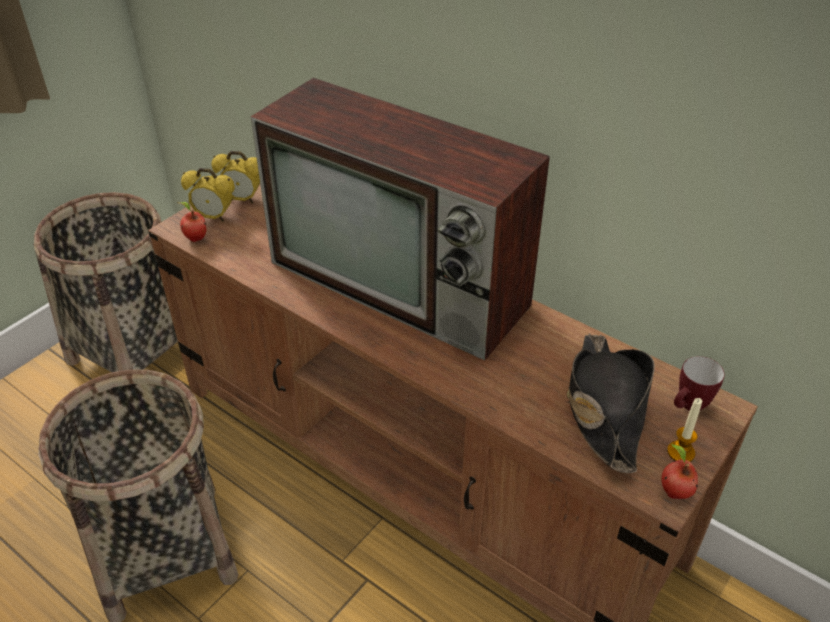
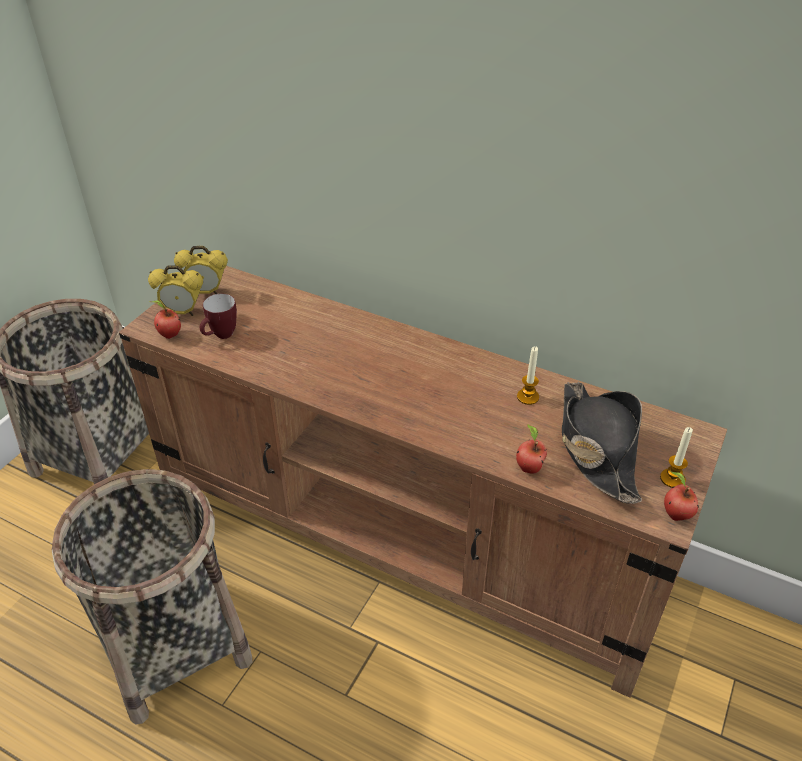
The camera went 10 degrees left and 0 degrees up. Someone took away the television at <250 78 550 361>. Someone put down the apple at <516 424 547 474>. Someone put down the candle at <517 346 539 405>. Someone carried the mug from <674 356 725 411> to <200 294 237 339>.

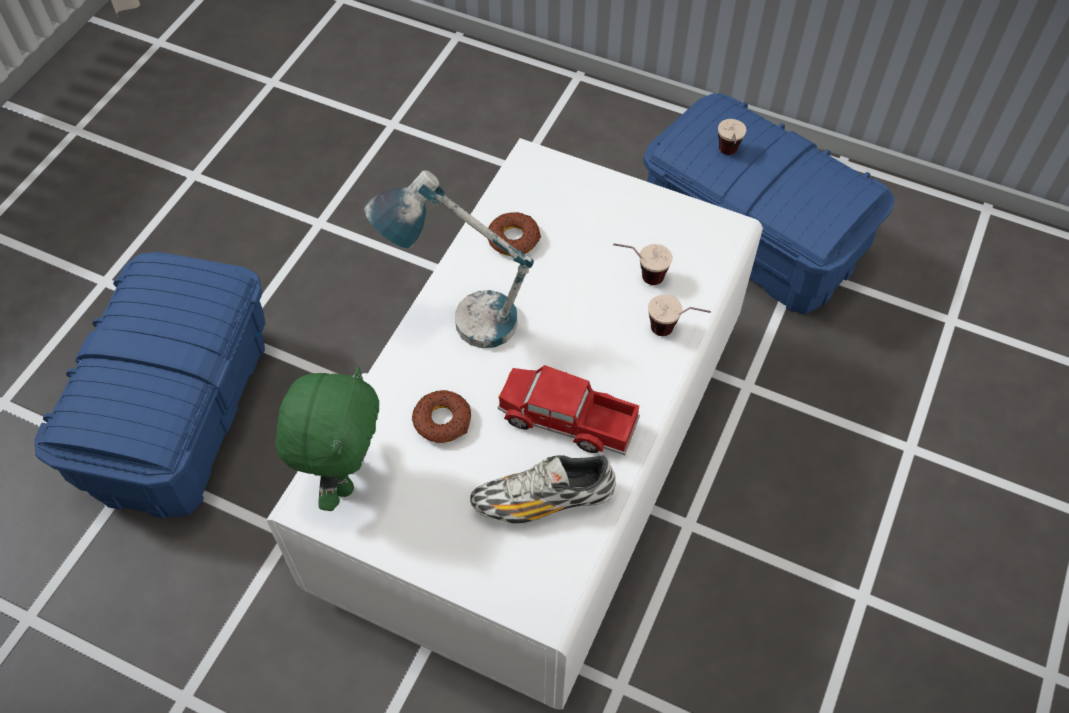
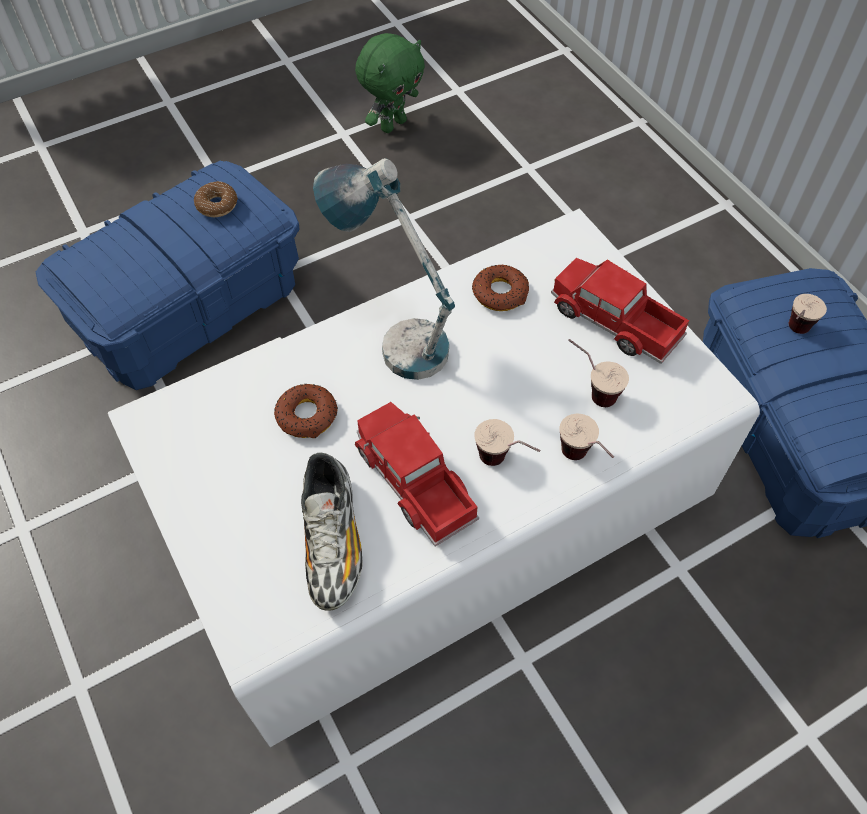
The camera went 35 degrees right and 0 degrees up. Someone put down the donut at <194 181 238 217>. Someone put down the cup at <474 419 540 466>. Someone put down the toy truck at <551 258 689 364>. Someone carried the green plush toy from <276 366 379 511> to <355 33 425 133>. Someone rotated the shoe at <470 455 616 524> by 120 degrees counterclockwise.

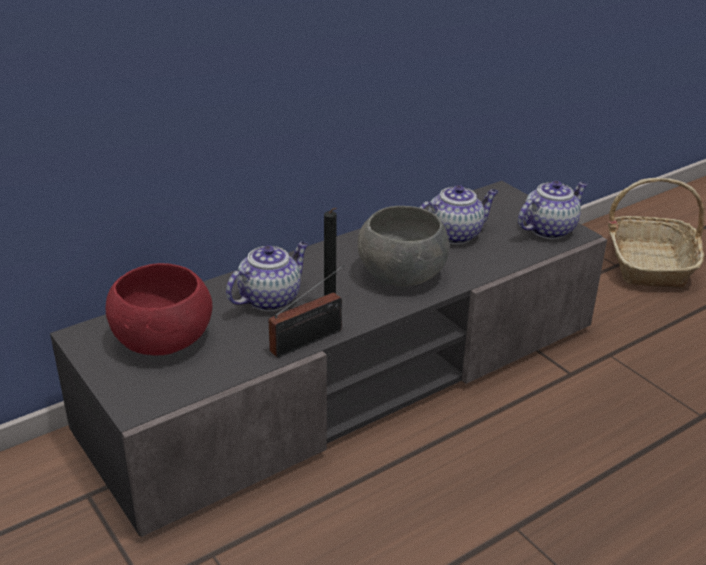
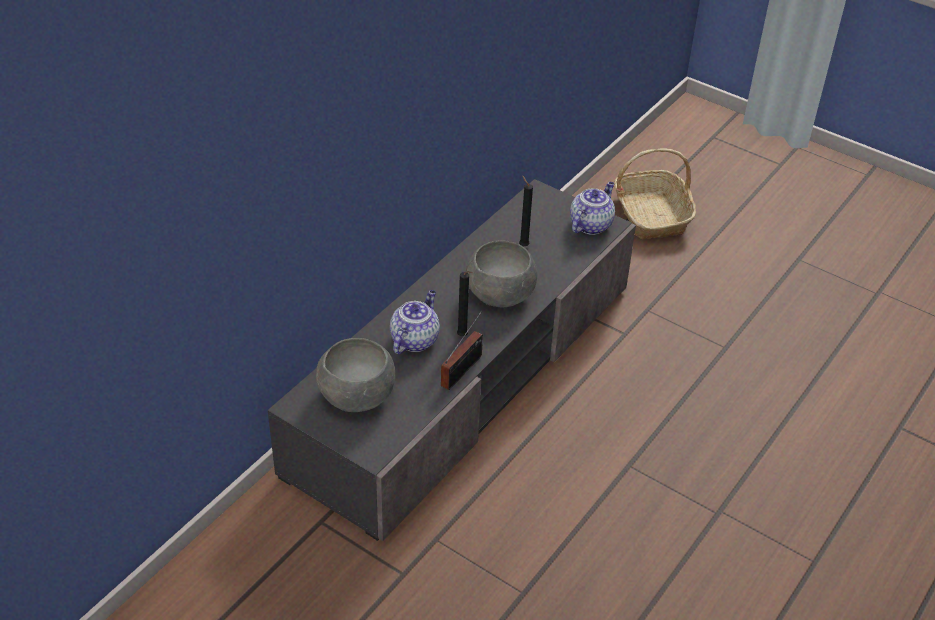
The camera went 20 degrees left and 10 degrees up. Someone swapped the teapot at <419 185 498 244> for the black candle at <519 175 533 246>. Someone repainted the red bowl at <106 263 212 355>, which became the grey bowl at <316 338 395 412>.

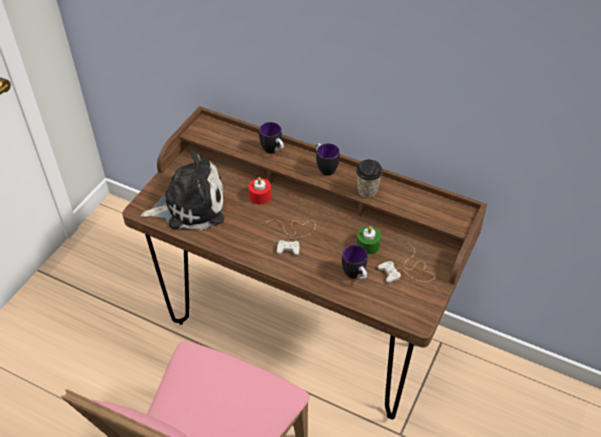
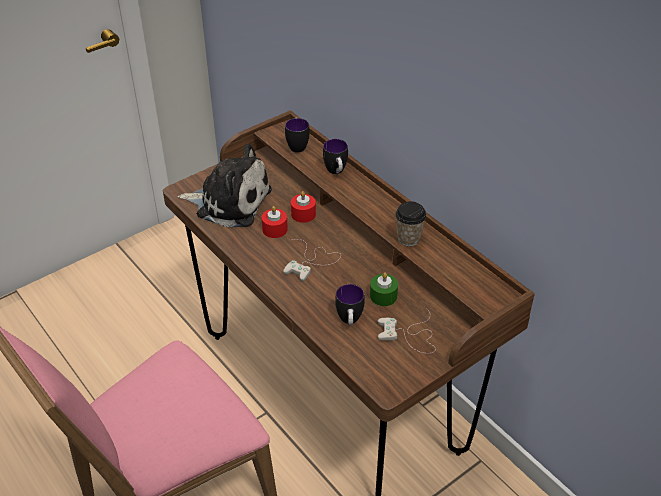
The camera went 25 degrees right and 5 degrees down. Someone put down the red candle at <262 206 288 238>. Someone carried the mug from <316 143 340 176> to <285 118 309 153>.

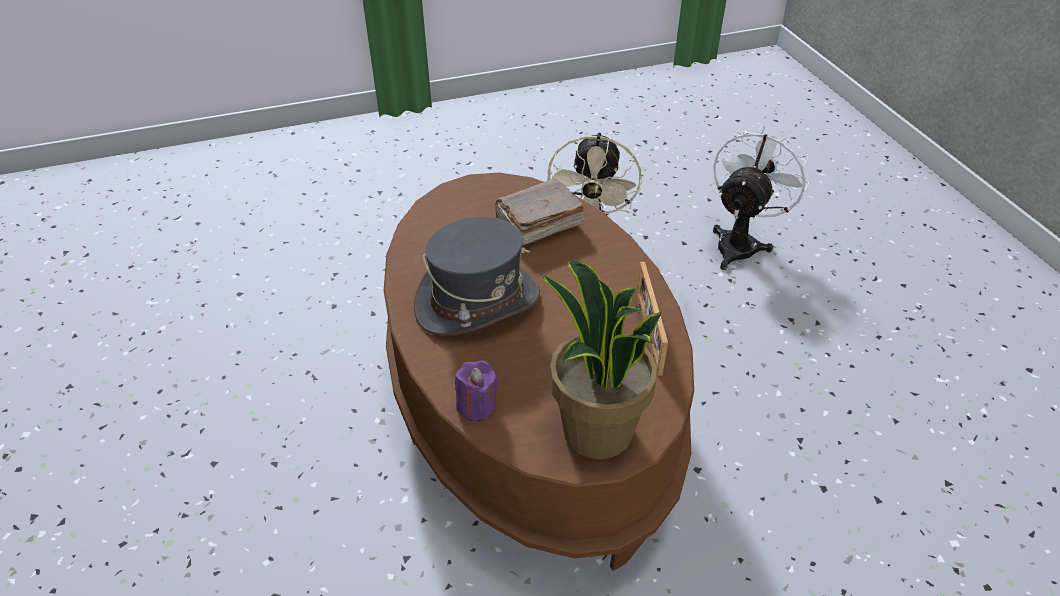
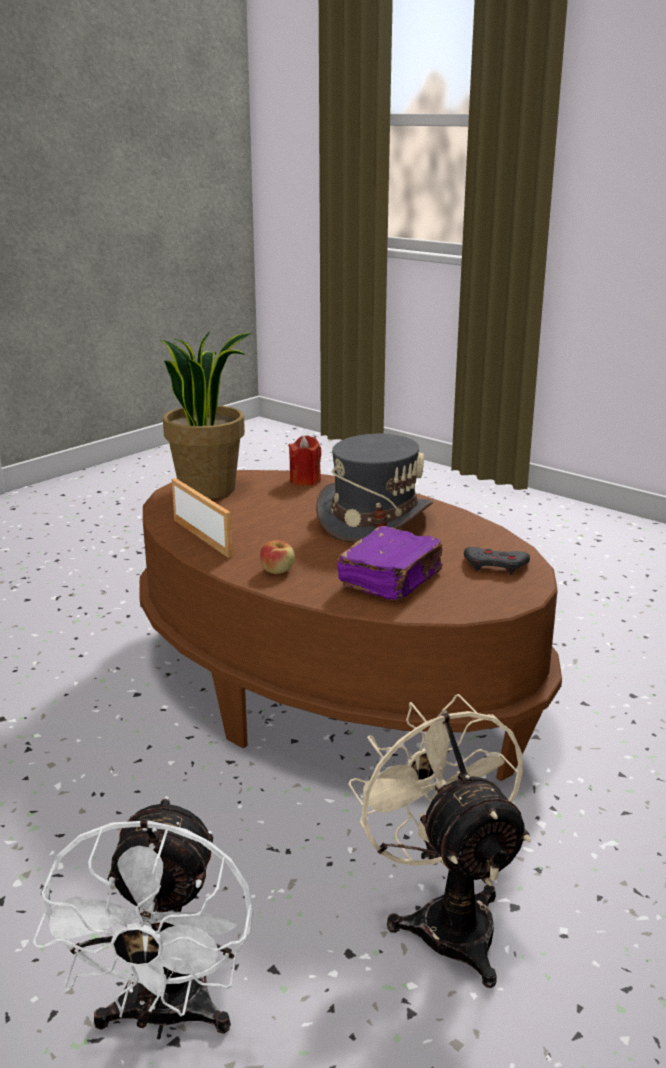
The camera went 150 degrees right and 20 degrees down. Someone put down the apple at <260 540 295 574>. Someone put down the grey game controller at <464 547 530 575>. Someone repainted the purple candle at <455 360 499 421>, which became the red candle at <288 436 321 486>. Someone repainted the brown book at <494 179 585 246>, which became the purple book at <337 526 443 600>.

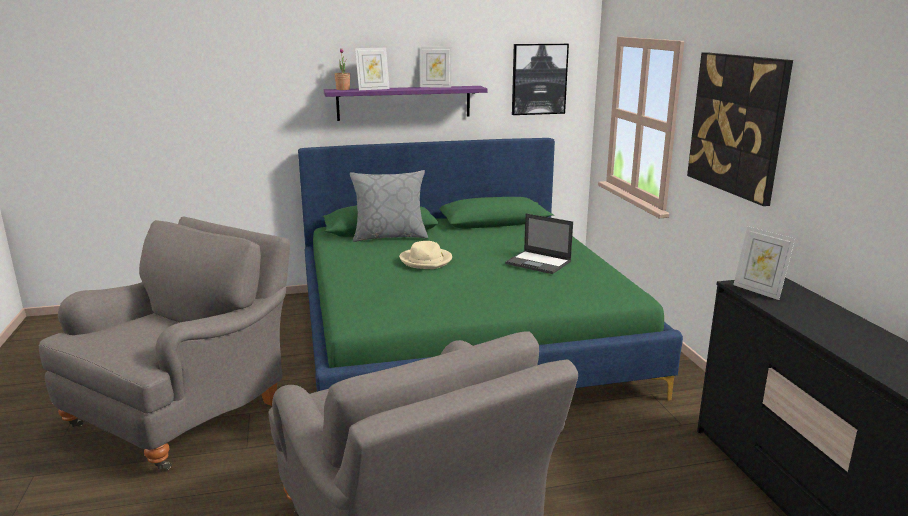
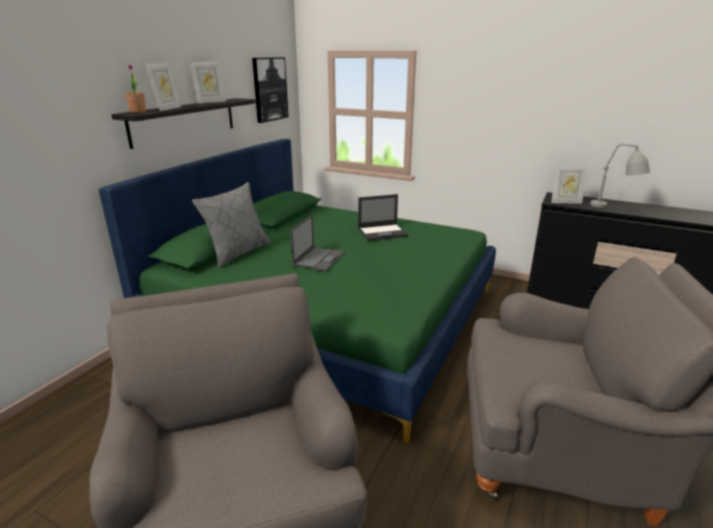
The camera went 50 degrees left and 5 degrees up. Someone took away the picture at <687 52 793 206>. Someone put down the grey table lamp at <590 144 650 208>. Someone swapped the beige hat at <399 241 452 269> for the laptop at <290 215 344 271>. Someone repainted the purple shelf at <324 86 488 121>, which became the black shelf at <111 98 256 149>.

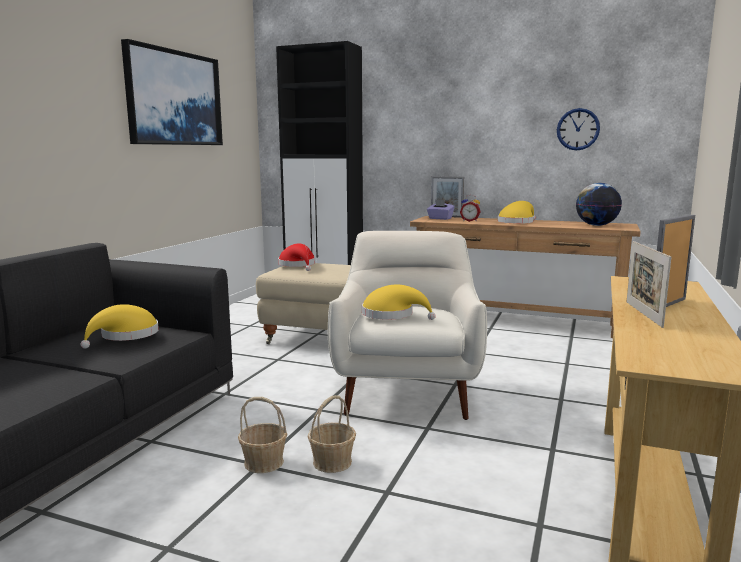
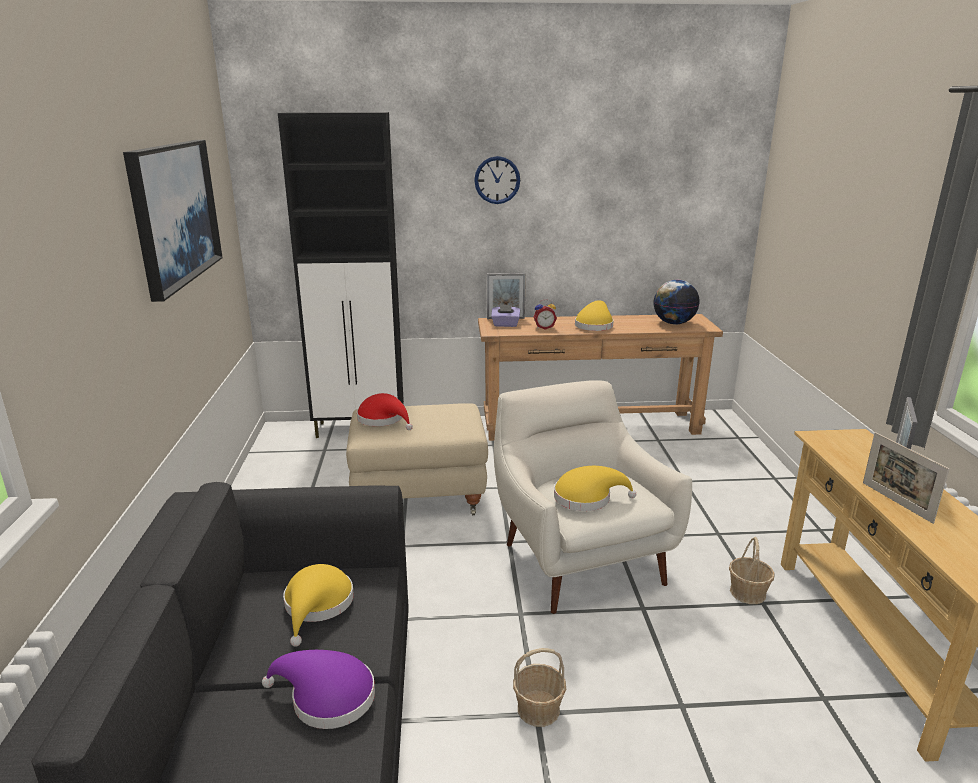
The camera went 25 degrees left and 10 degrees up. Someone put down the purple hat at <262 650 375 729>. Someone carried the basket from <307 395 356 473> to <729 537 775 604>. Someone carried the wall clock from <557 108 600 151> to <474 156 520 204>.

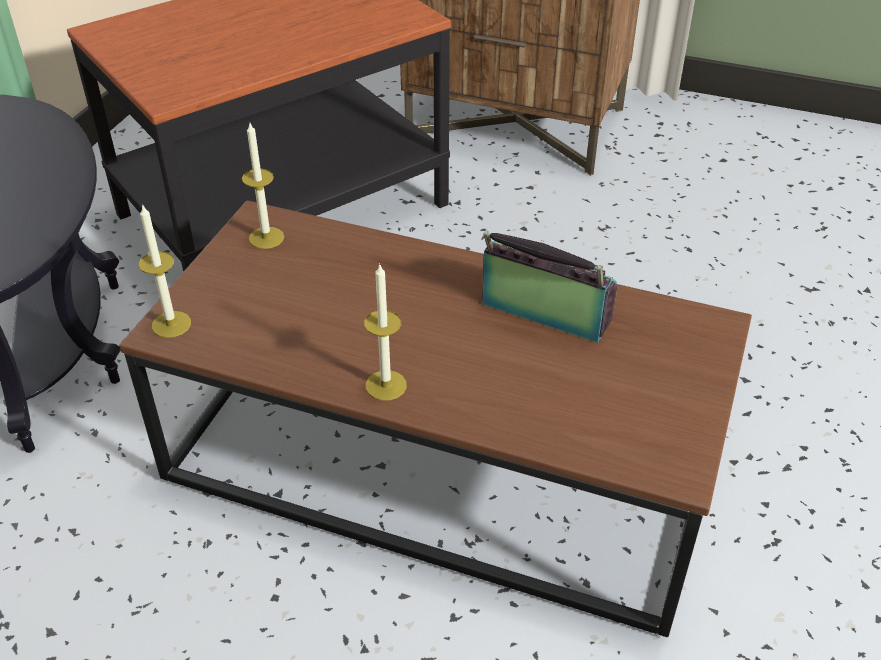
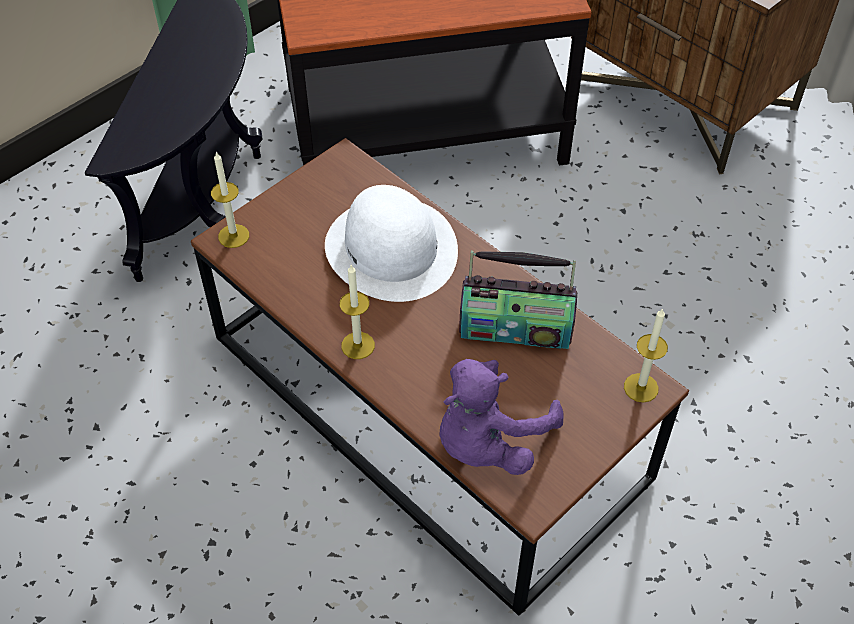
The camera went 25 degrees right and 10 degrees up. Someone put down the white hat at <325 185 458 302>. Someone put down the purple plush toy at <440 359 563 475>. Someone carried the candle from <242 123 284 249> to <624 308 668 402>. Someone rotated the radio at <482 230 618 343> by 135 degrees clockwise.

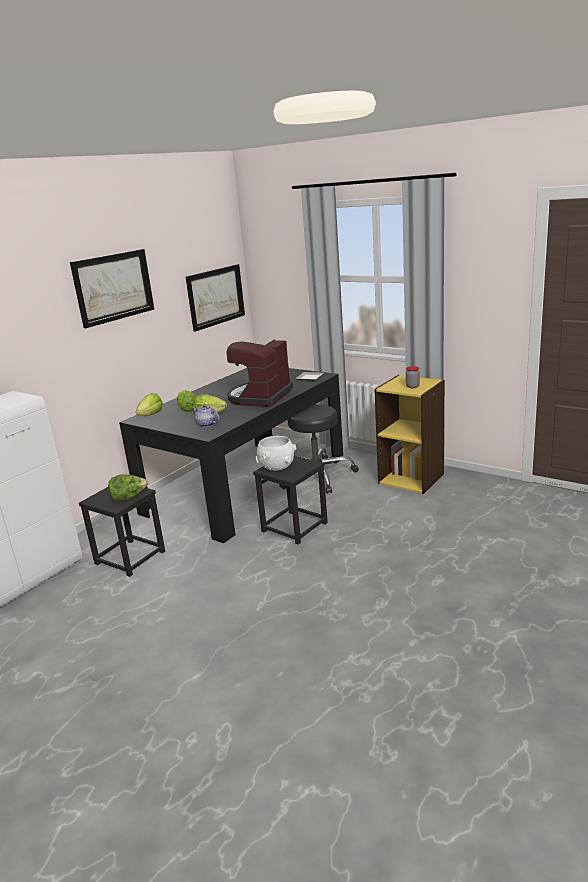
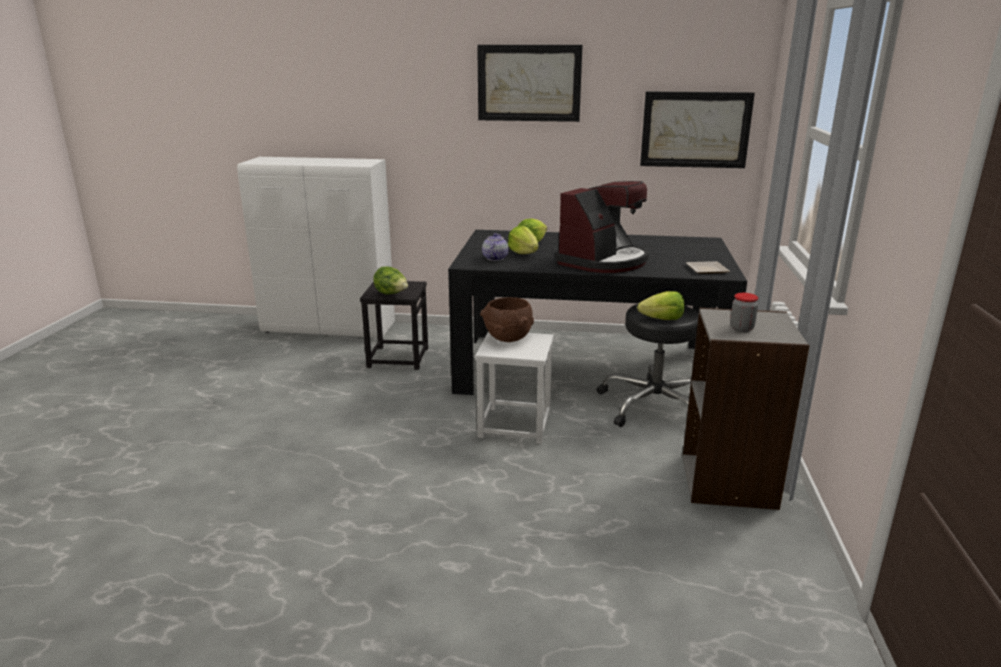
The camera went 60 degrees right and 0 degrees up. Someone carried the lettuce from <136 393 163 416> to <637 291 685 320>. Someone repainted the black stool at <253 456 328 545>, which became the white stool at <475 331 554 444>. Someone repainted the white bowl at <256 436 296 471>, which became the brown bowl at <480 297 534 342>. Someone repainted the yellow bookcase at <374 375 445 494>, which became the grey bookcase at <683 308 809 510>. Someone rotated the coffee machine at <226 340 293 407> by 135 degrees clockwise.

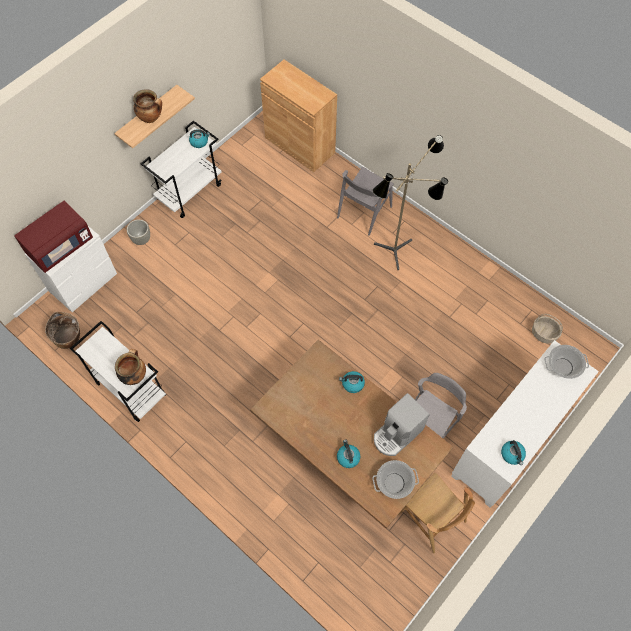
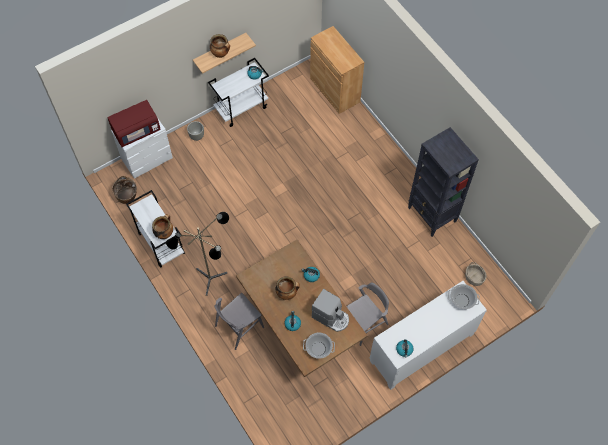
The camera went 15 degrees right and 0 degrees up. Someone took away the brown chair at <398 473 475 553>. Someone put down the cooking pot at <275 276 300 300>. Someone put down the black bookcase at <408 127 479 237>. Someone carried the grey chair from <337 167 394 236> to <214 293 264 350>. Someone carried the floor lamp from <372 135 448 270> to <166 212 229 296>. Someone rotated the coffee machine at <374 393 430 456> by 120 degrees counterclockwise.

